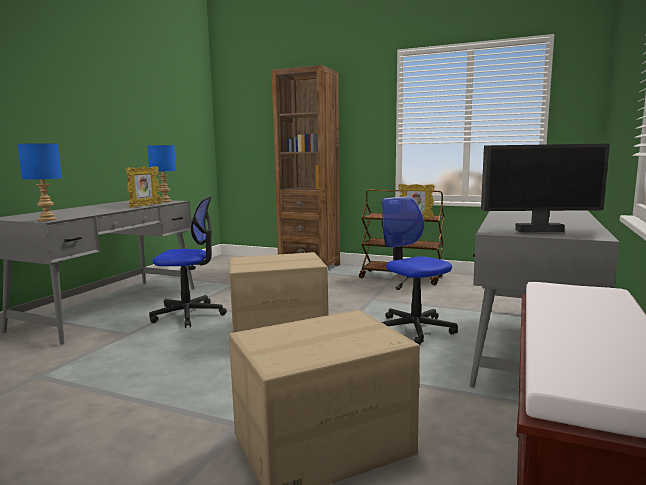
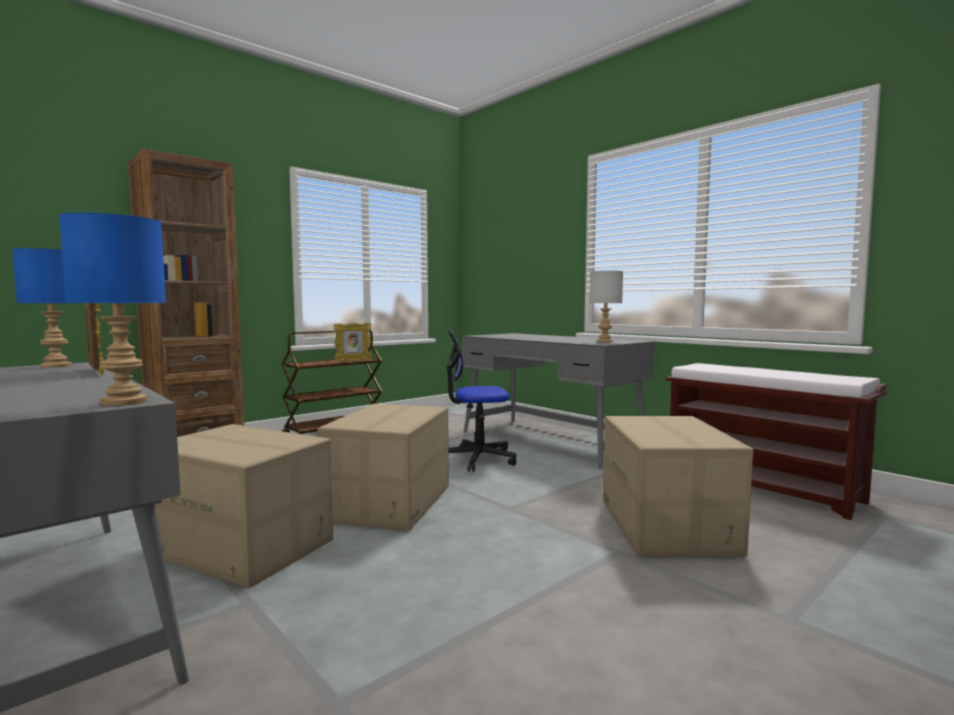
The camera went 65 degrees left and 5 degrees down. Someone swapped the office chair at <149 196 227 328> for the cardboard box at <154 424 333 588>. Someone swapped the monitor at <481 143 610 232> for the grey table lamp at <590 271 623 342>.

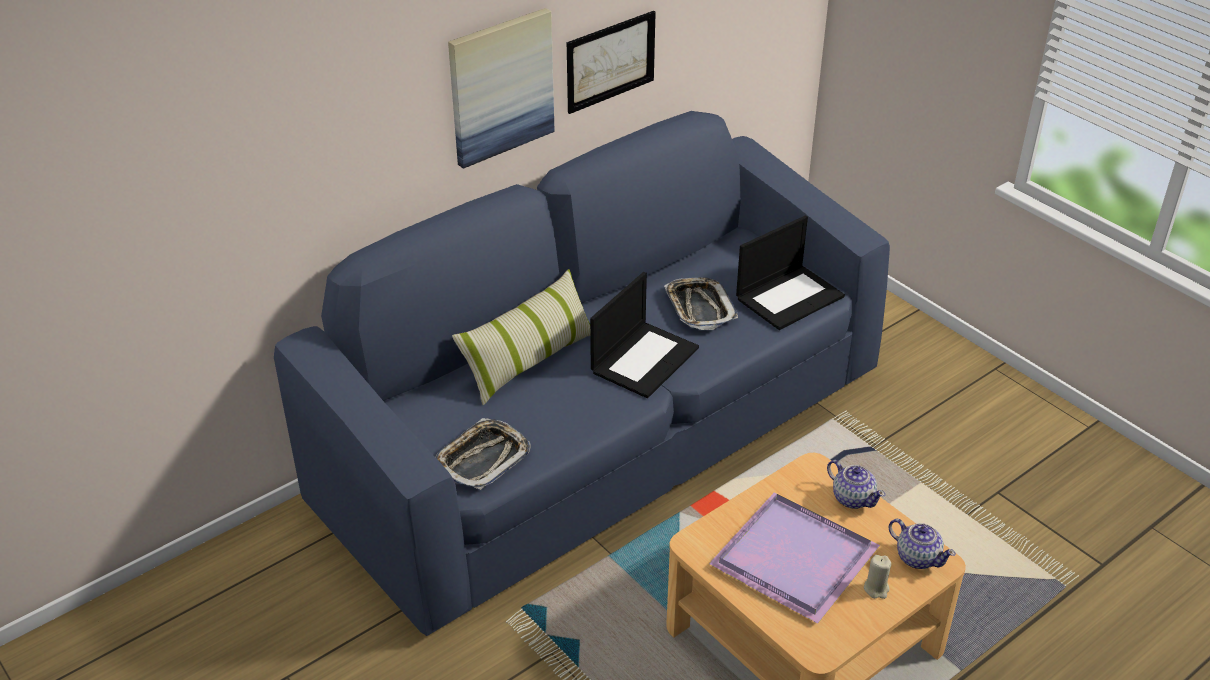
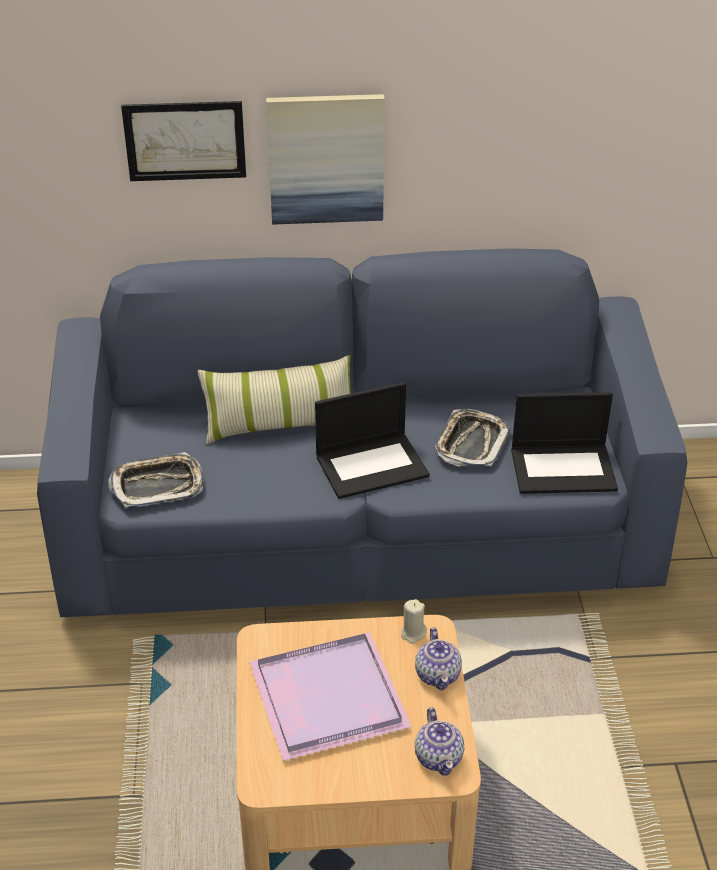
The camera went 35 degrees right and 0 degrees up. Someone carried the picture from <567 11 656 114> to <121 101 246 181>. Someone carried the beige candle from <864 555 891 599> to <401 599 427 644>.

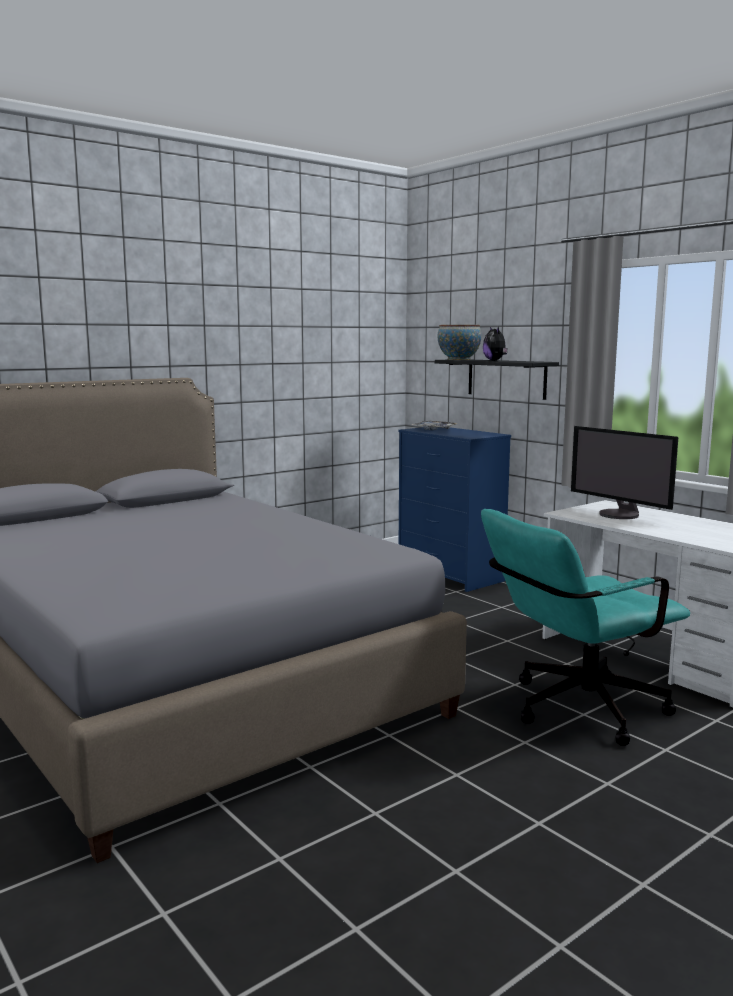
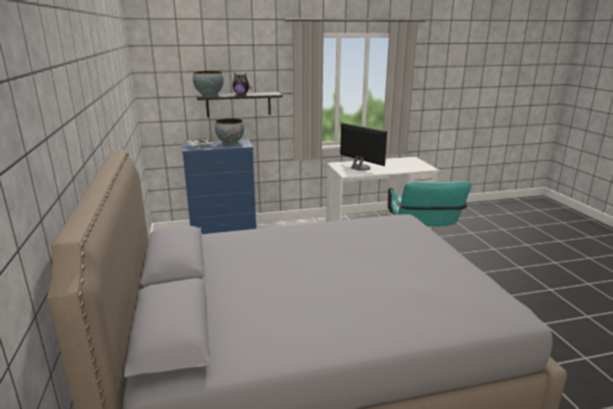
The camera went 65 degrees left and 10 degrees up. Someone put down the bowl at <215 118 244 145>. Someone rotated the monitor at <571 426 678 519> by 120 degrees counterclockwise.

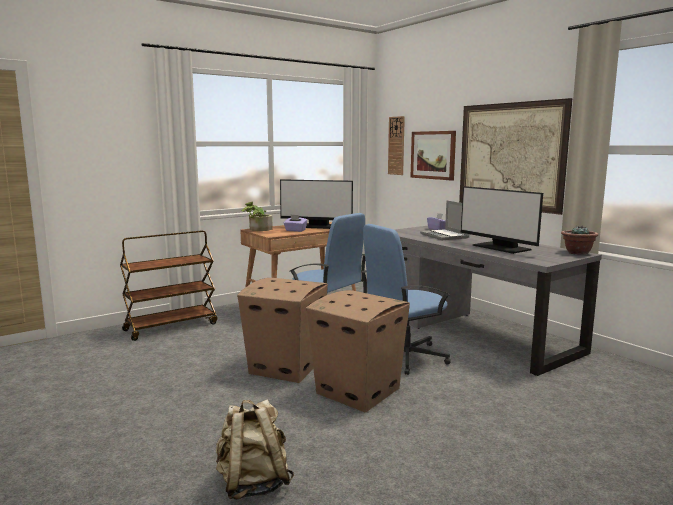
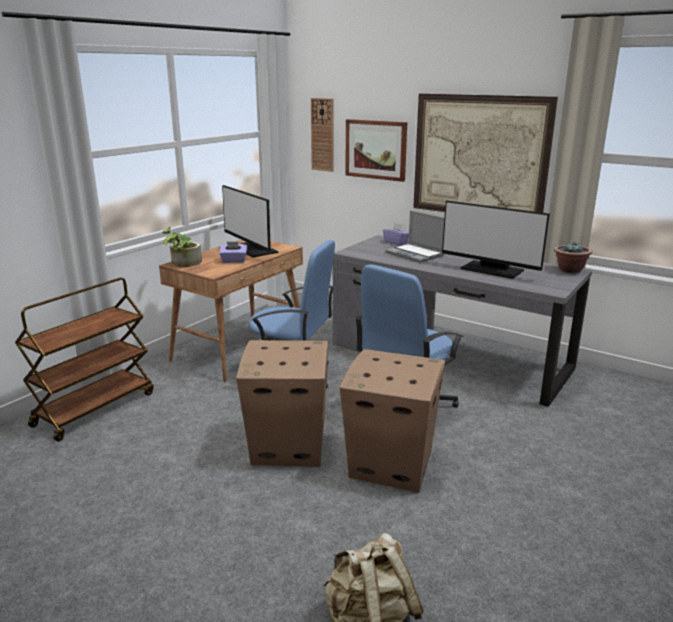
The camera went 20 degrees left and 10 degrees up. Someone rotated the monitor at <280 179 353 229> by 60 degrees clockwise.

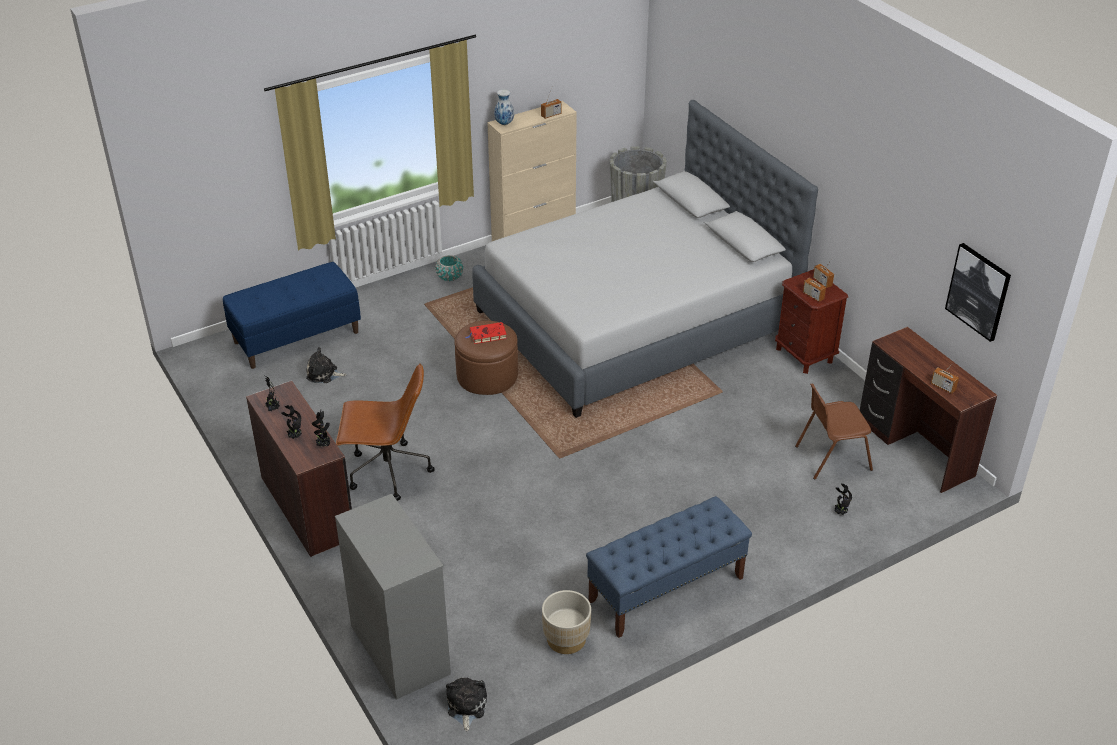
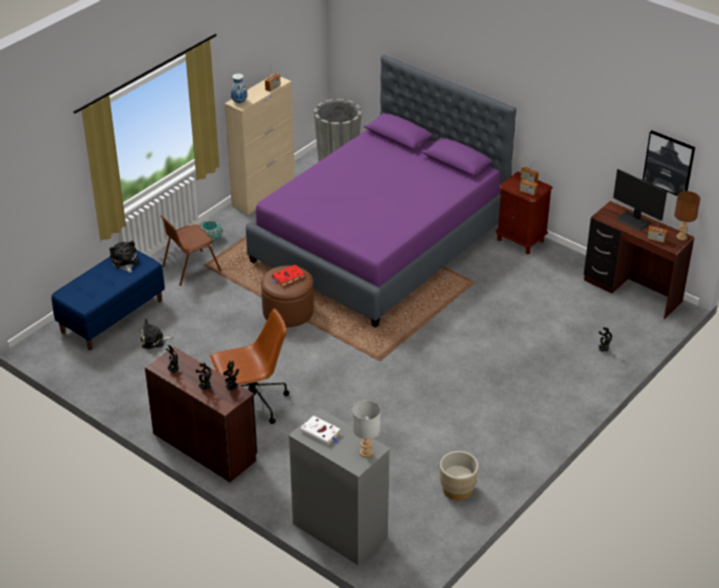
The camera went 20 degrees left and 0 degrees up. Someone took away the blue bench at <586 496 752 638>. Someone put down the white book at <300 415 340 445>. Someone put down the grey table lamp at <353 400 380 458>. Someone put down the monitor at <613 169 667 232>. Someone put down the brown table lamp at <674 191 700 240>. Someone carried the plush toy from <446 678 487 731> to <110 241 138 273>. Someone carried the brown chair from <795 383 873 479> to <161 215 221 286>. Someone repainted the grey bed at <473 100 818 418>, which became the purple bed at <246 55 516 327>.

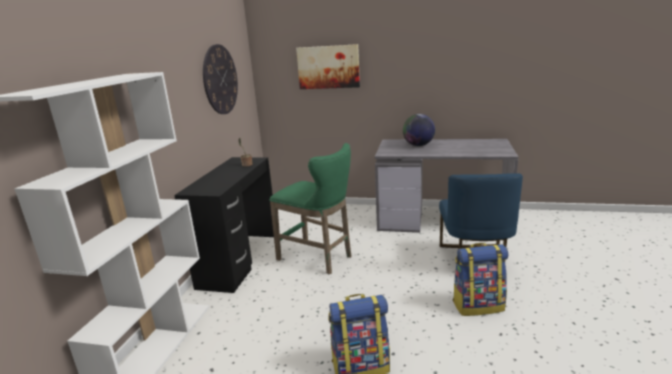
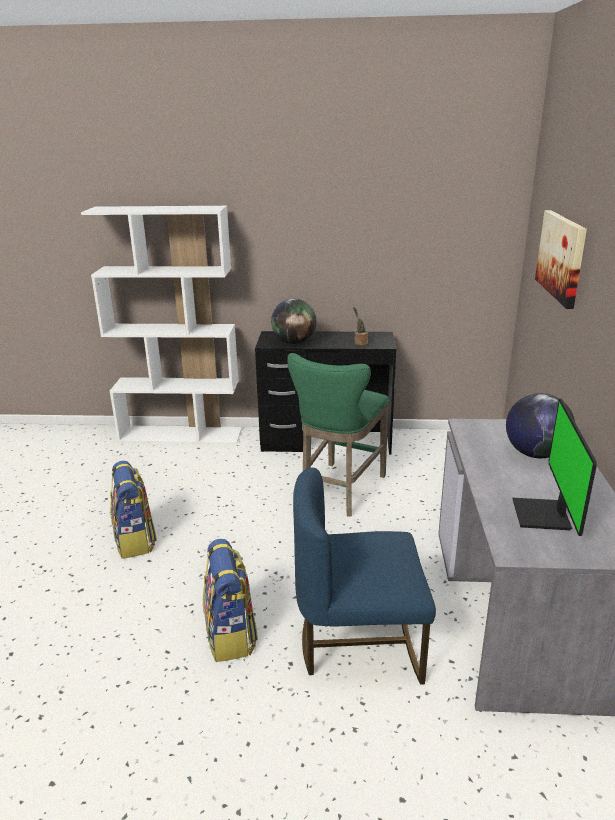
The camera went 80 degrees right and 5 degrees up. Someone took away the wall clock at <203 44 238 114>. Someone put down the globe at <271 299 316 344>. Someone put down the monitor at <512 399 597 536>.

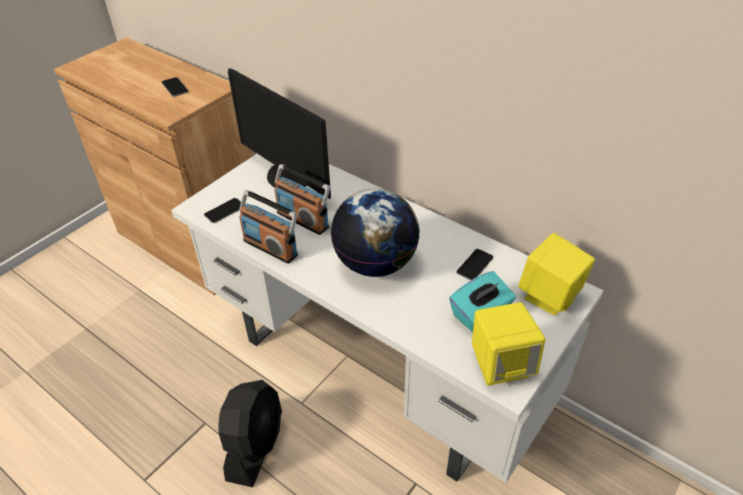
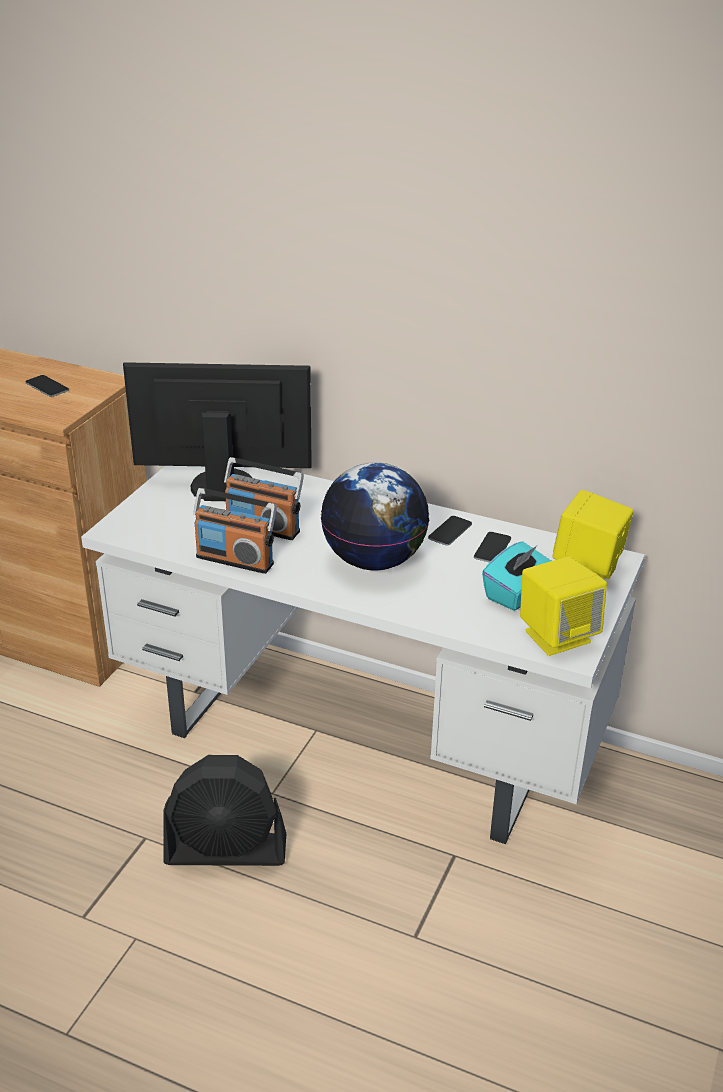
The camera went 15 degrees left and 10 degrees down. Someone carried the phone from <204 198 241 223> to <428 516 472 546>. Someone rotated the black fan at <218 380 282 487> by 90 degrees clockwise. Someone rotated the monitor at <228 68 331 199> by 150 degrees clockwise.

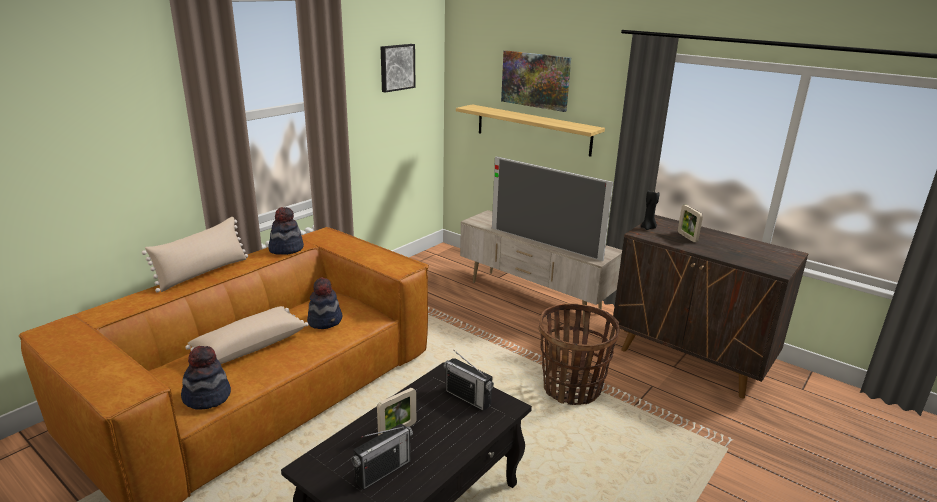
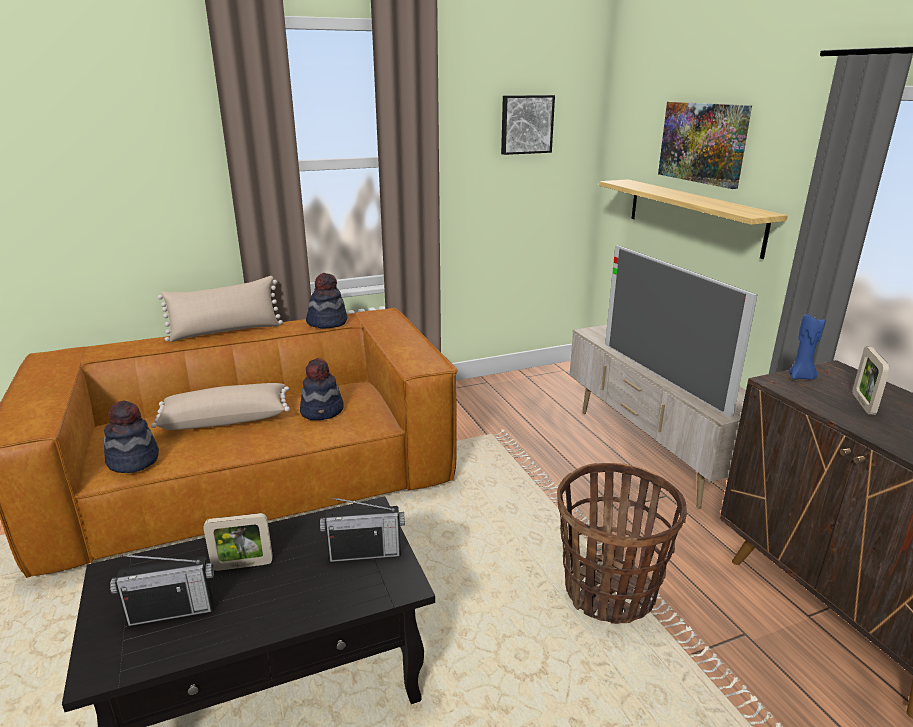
The camera went 30 degrees right and 0 degrees up. Someone repainted the black candle at <641 190 659 230>, which became the blue candle at <788 313 826 380>. Someone rotated the radio at <444 349 494 411> by 75 degrees counterclockwise.

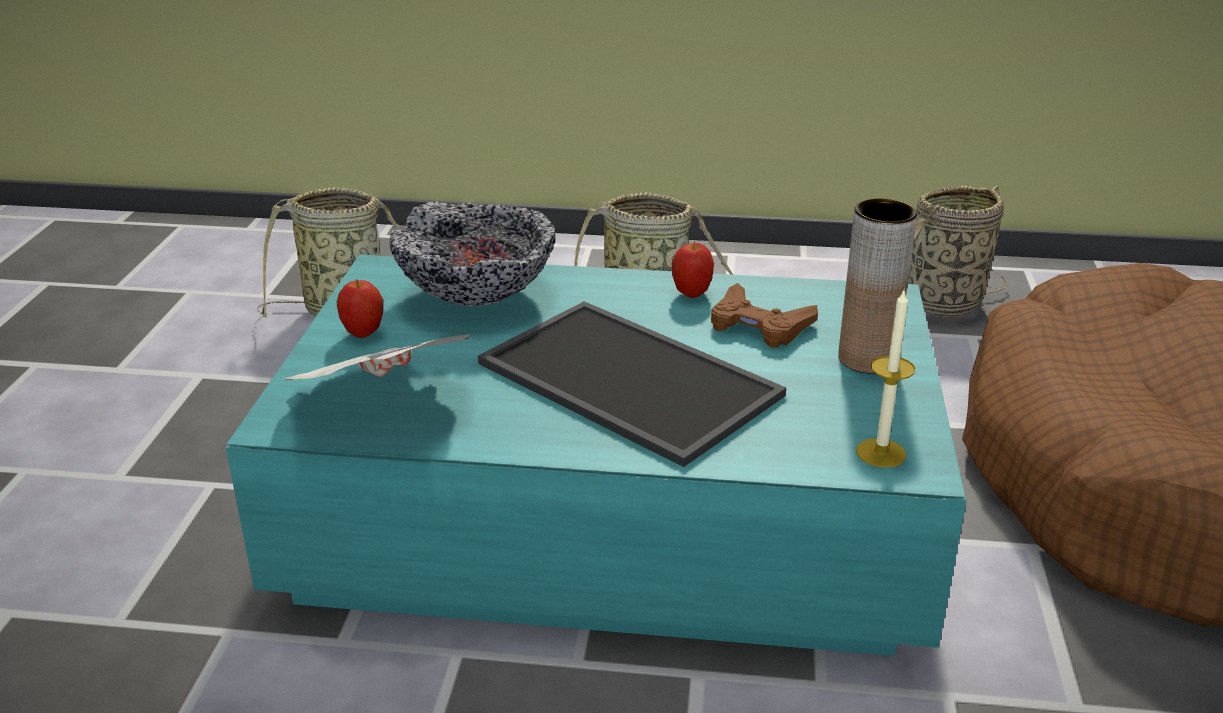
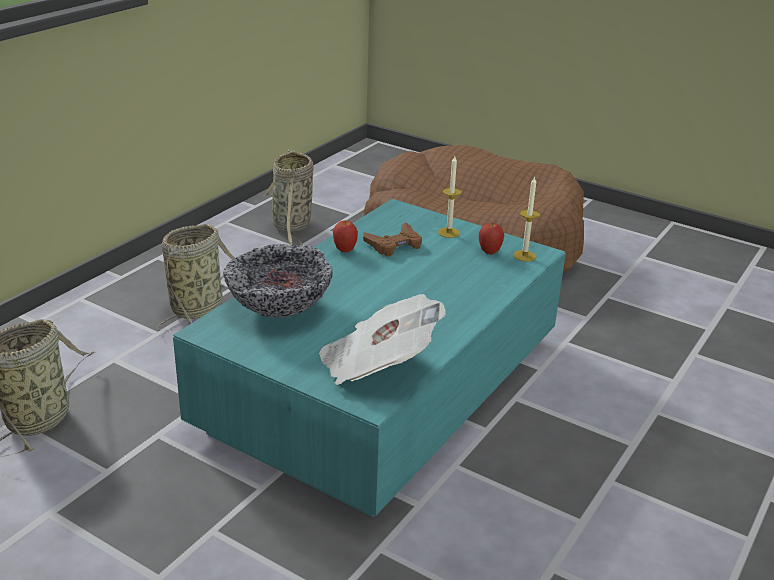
The camera went 65 degrees left and 0 degrees up. Someone took away the tray at <478 301 786 467>. Someone carried the apple from <337 279 383 338> to <479 223 504 254>. Someone swapped the brown vase at <838 198 917 374> for the candle at <438 156 462 238>.

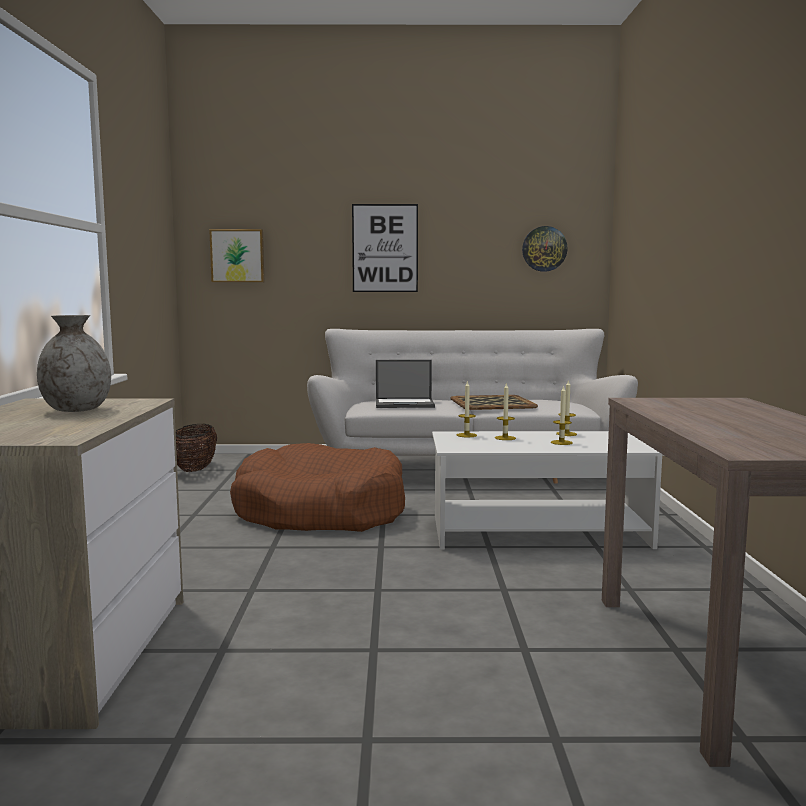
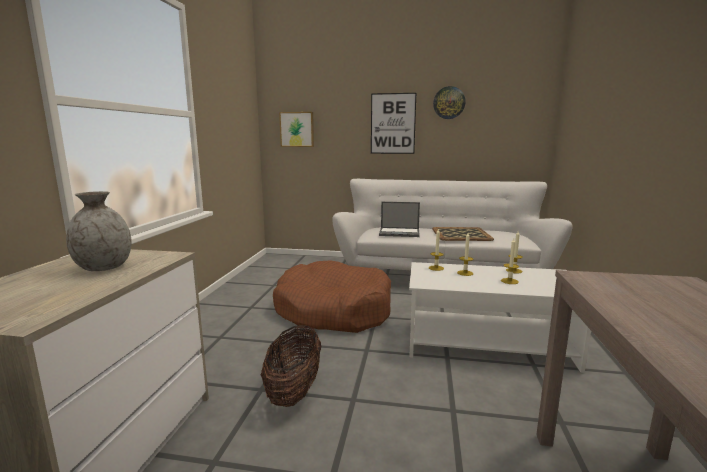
The camera went 10 degrees right and 5 degrees up. Someone carried the basket from <176 424 217 472> to <261 325 321 407>. Someone carried the wall clock from <522 226 568 272> to <433 86 466 119>.

